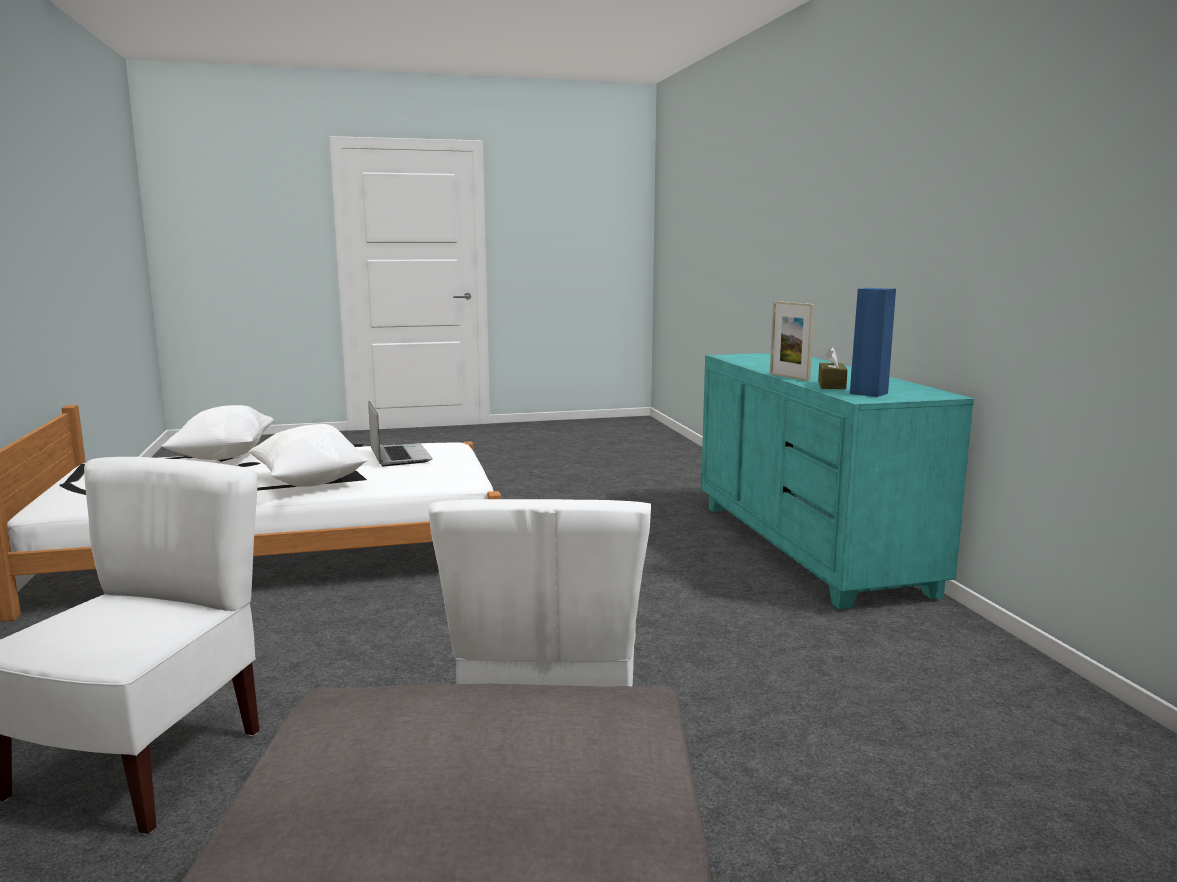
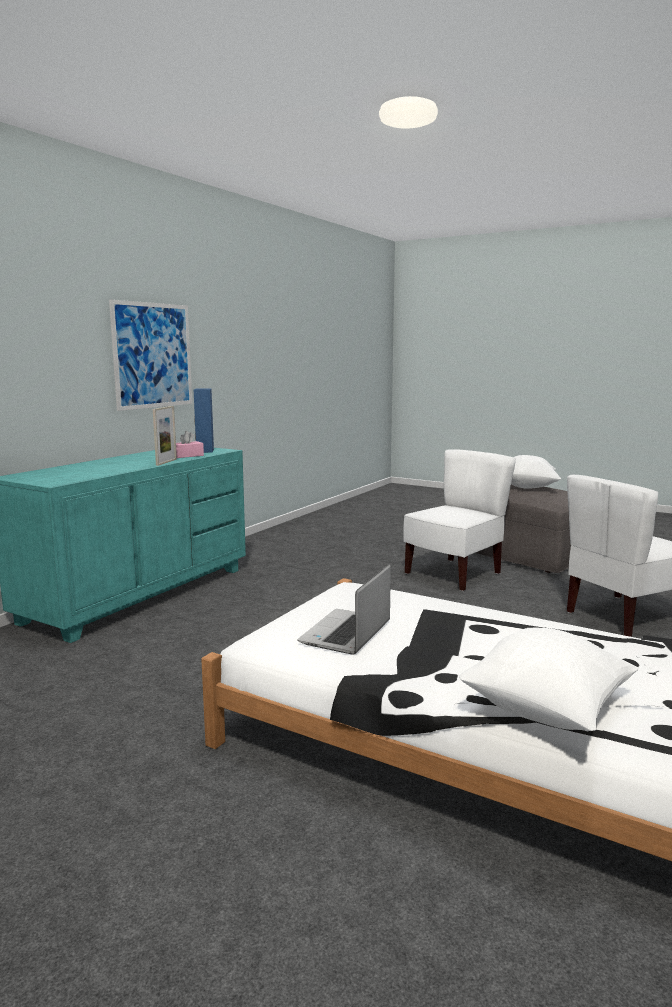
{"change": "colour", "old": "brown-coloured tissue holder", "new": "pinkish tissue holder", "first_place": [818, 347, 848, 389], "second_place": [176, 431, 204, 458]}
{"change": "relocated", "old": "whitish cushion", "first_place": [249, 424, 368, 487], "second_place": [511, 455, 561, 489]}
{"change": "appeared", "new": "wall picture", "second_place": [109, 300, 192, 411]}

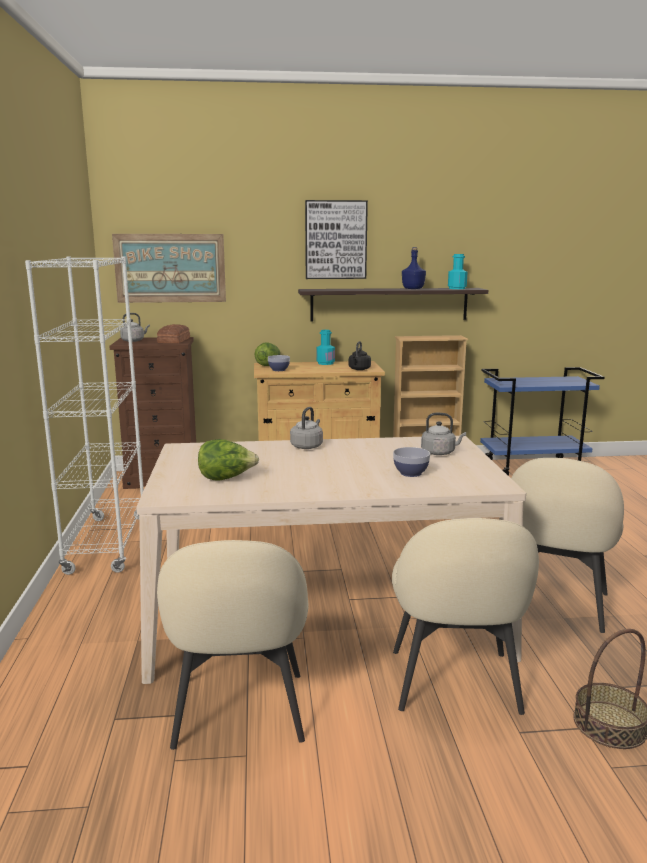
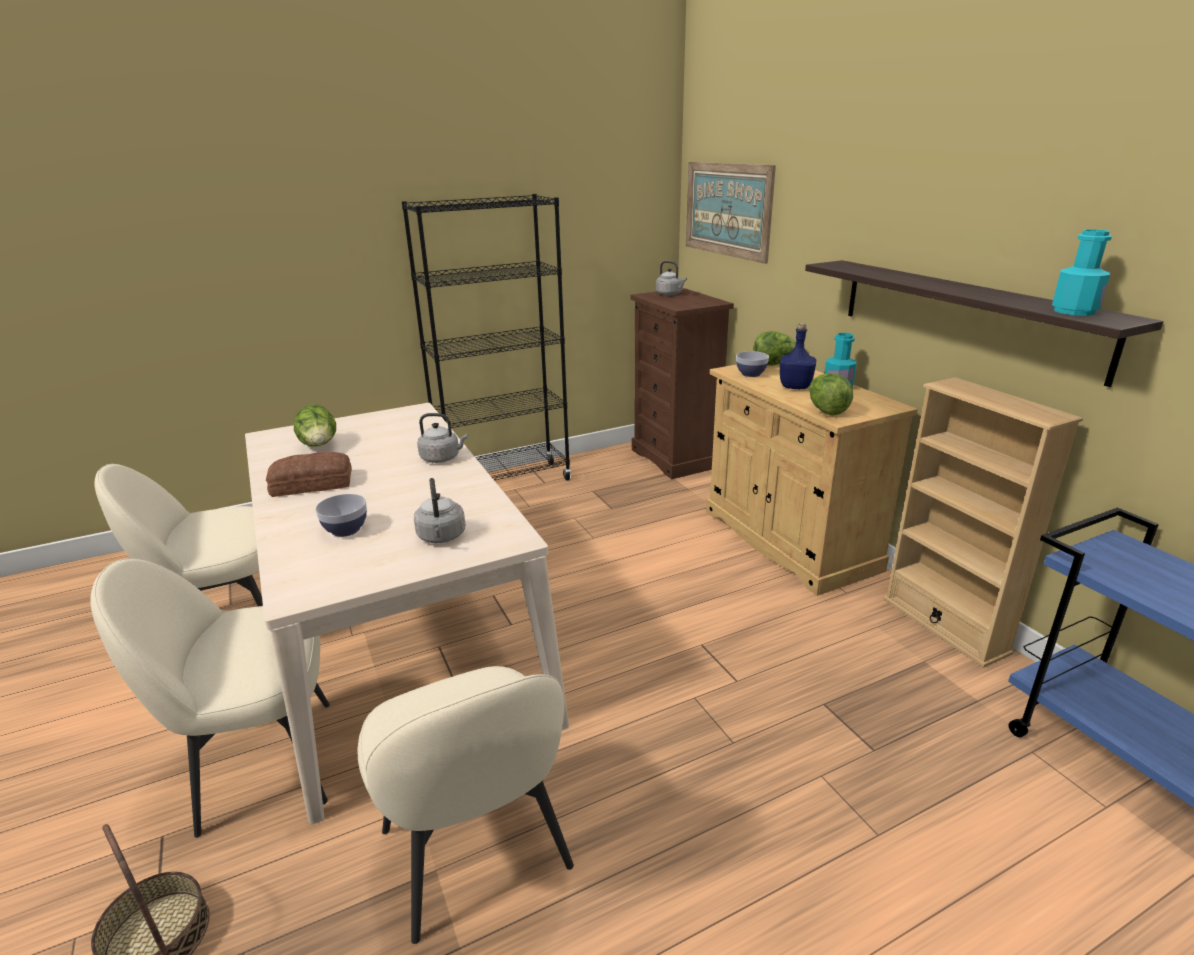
{"change": "missing", "old": "wall picture", "first_place": [305, 200, 368, 279]}
{"change": "relocated", "old": "blue drink bottle", "first_place": [402, 247, 426, 289], "second_place": [780, 323, 816, 389]}
{"change": "colour", "old": "whitish bookcase", "new": "black bookcase", "first_place": [25, 256, 144, 575], "second_place": [402, 194, 571, 481]}
{"change": "relocated", "old": "baked bread", "first_place": [157, 324, 190, 343], "second_place": [266, 452, 352, 497]}
{"change": "exchanged", "old": "black water kettle", "new": "lettuce head", "first_place": [349, 341, 371, 370], "second_place": [809, 373, 853, 415]}
{"change": "spun", "old": "sand-coloured plain chair", "first_place": [511, 458, 624, 633], "second_place": [358, 666, 574, 944], "degrees": -120}

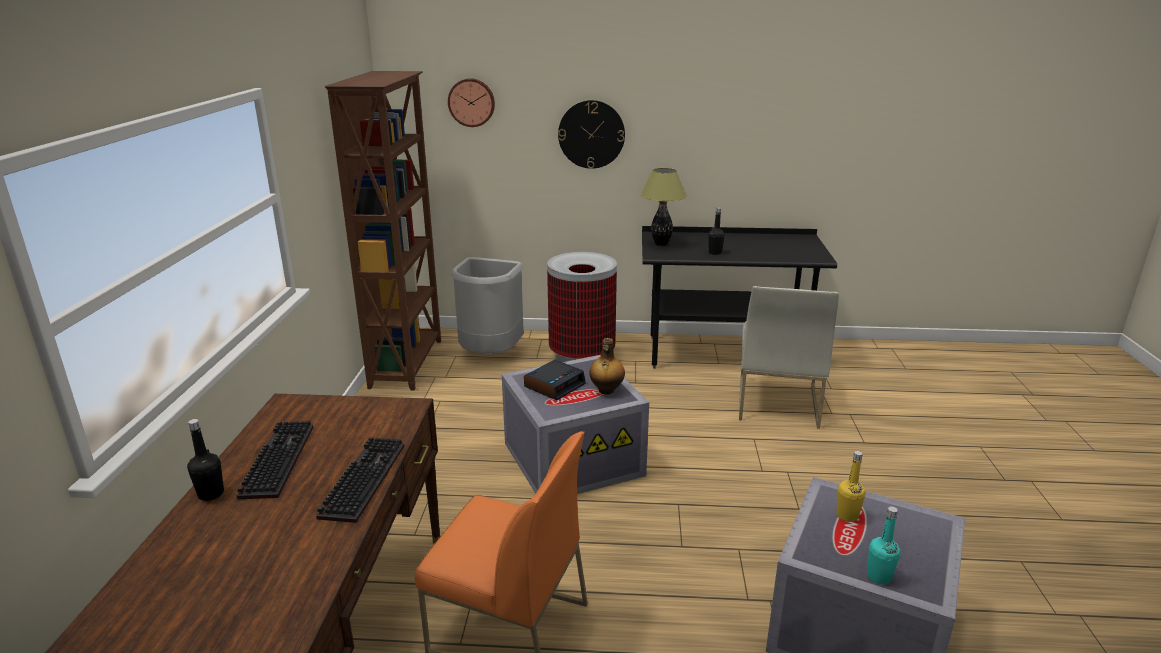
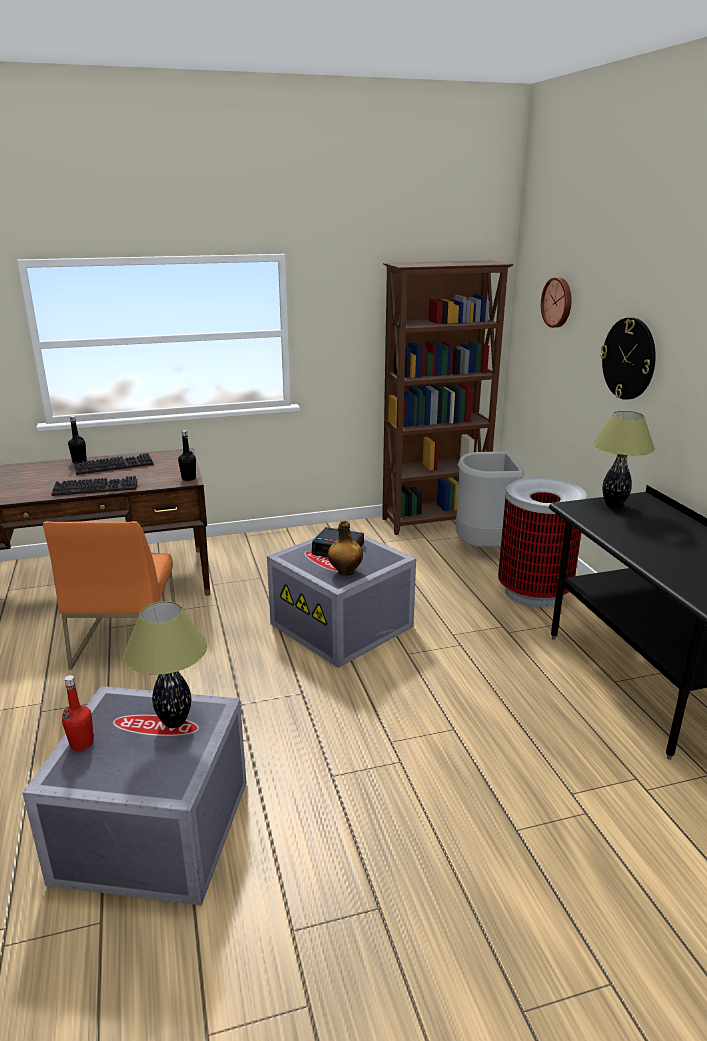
{"change": "relocated", "old": "black drink bottle", "first_place": [708, 207, 725, 255], "second_place": [178, 430, 196, 481]}
{"change": "missing", "old": "whitish plain chair", "first_place": [739, 286, 839, 429]}
{"change": "exchanged", "old": "yellowish drink bottle", "new": "lamp for a table", "first_place": [836, 451, 866, 522], "second_place": [123, 601, 207, 728]}
{"change": "colour", "old": "turquoise-coloured drink bottle", "new": "red drink bottle", "first_place": [867, 506, 901, 584], "second_place": [62, 675, 94, 751]}

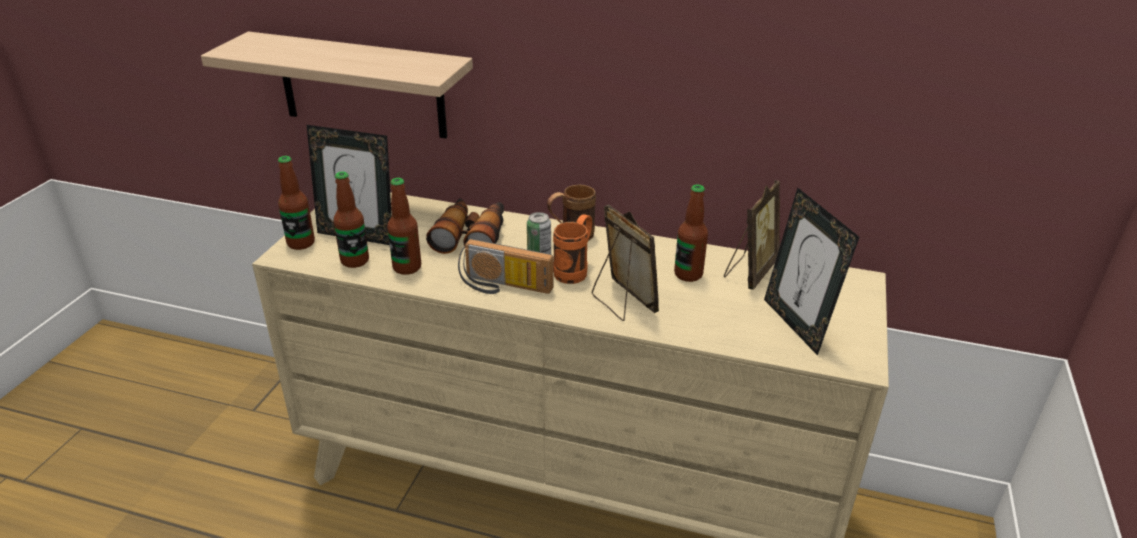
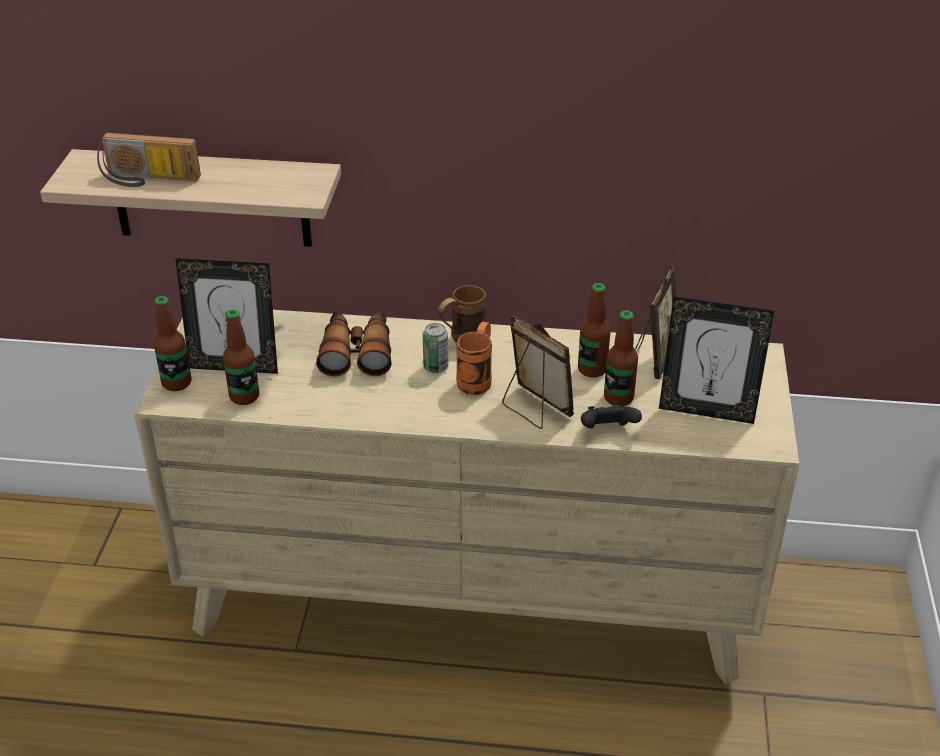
{"change": "relocated", "old": "drink bottle", "first_place": [387, 178, 421, 275], "second_place": [604, 310, 638, 406]}
{"change": "spun", "old": "standing frame", "first_place": [764, 188, 859, 356], "second_place": [659, 297, 774, 424], "degrees": -45}
{"change": "relocated", "old": "radio receiver", "first_place": [458, 239, 553, 294], "second_place": [97, 132, 201, 187]}
{"change": "appeared", "new": "black joypad", "second_place": [581, 402, 642, 428]}

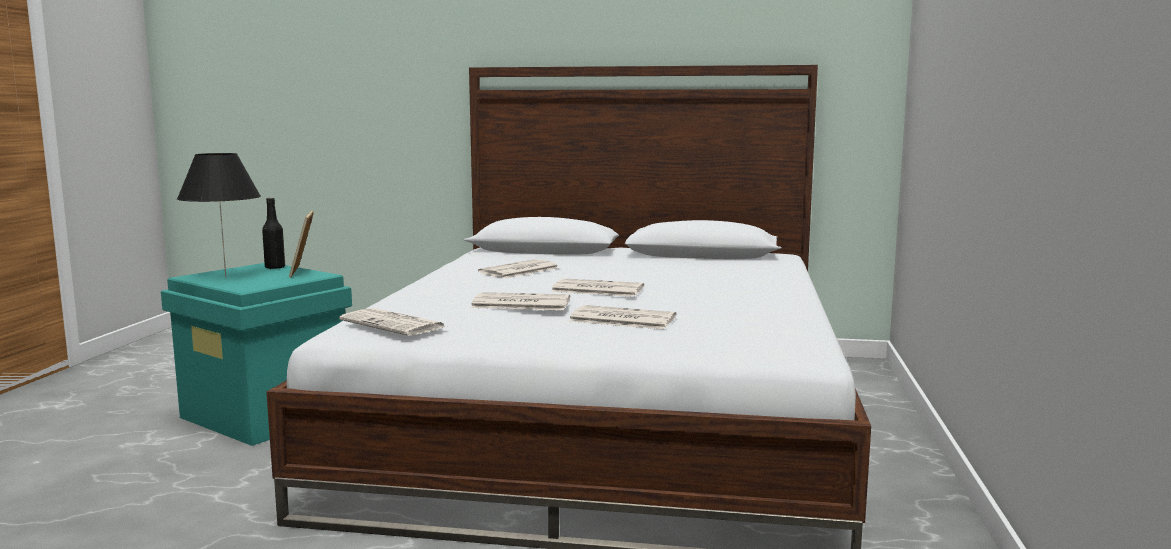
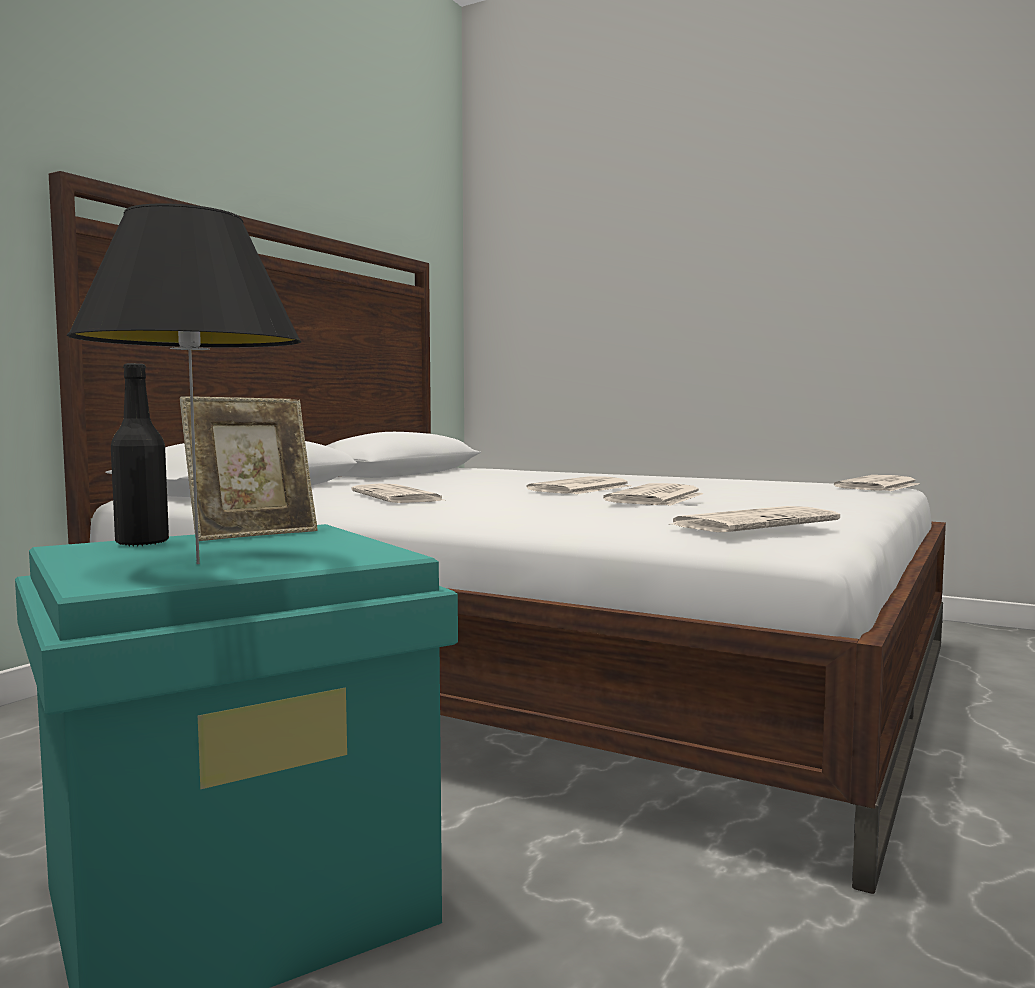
{"change": "spun", "old": "standing frame", "first_place": [289, 210, 314, 277], "second_place": [180, 396, 318, 541], "degrees": -45}
{"change": "relocated", "old": "printed paper", "first_place": [569, 305, 676, 329], "second_place": [834, 475, 919, 491]}

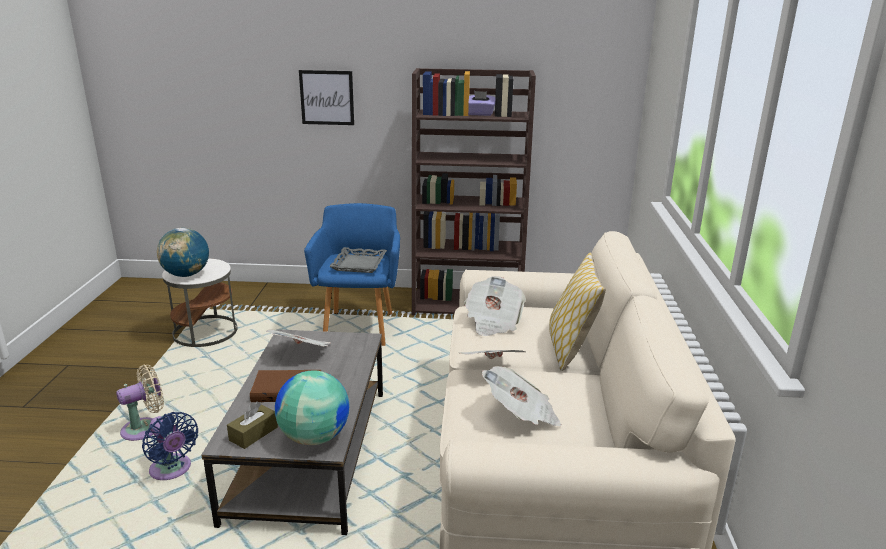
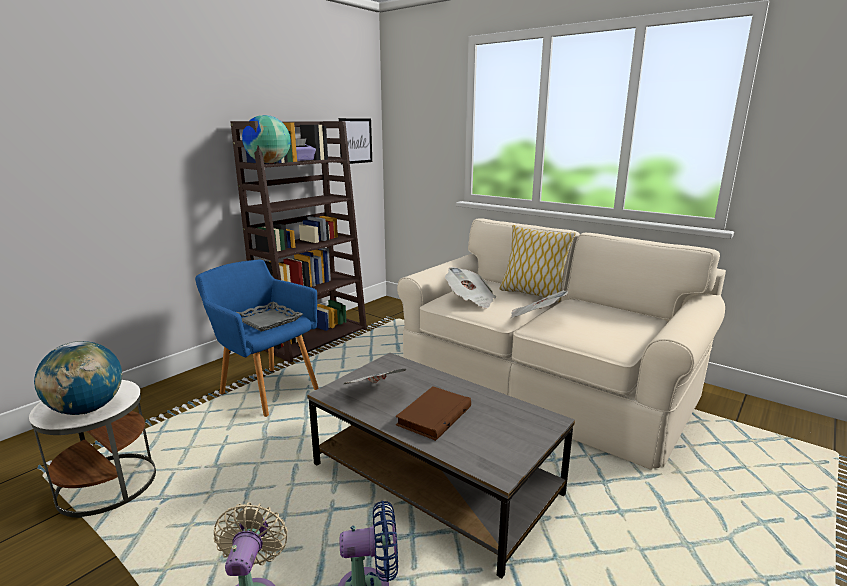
{"change": "relocated", "old": "wall picture", "first_place": [299, 70, 354, 125], "second_place": [339, 118, 372, 164]}
{"change": "missing", "old": "printed paper", "first_place": [482, 366, 562, 426]}
{"change": "relocated", "old": "world globe", "first_place": [275, 370, 349, 445], "second_place": [242, 115, 291, 163]}
{"change": "missing", "old": "brown-coloured tissue holder", "first_place": [227, 401, 278, 449]}

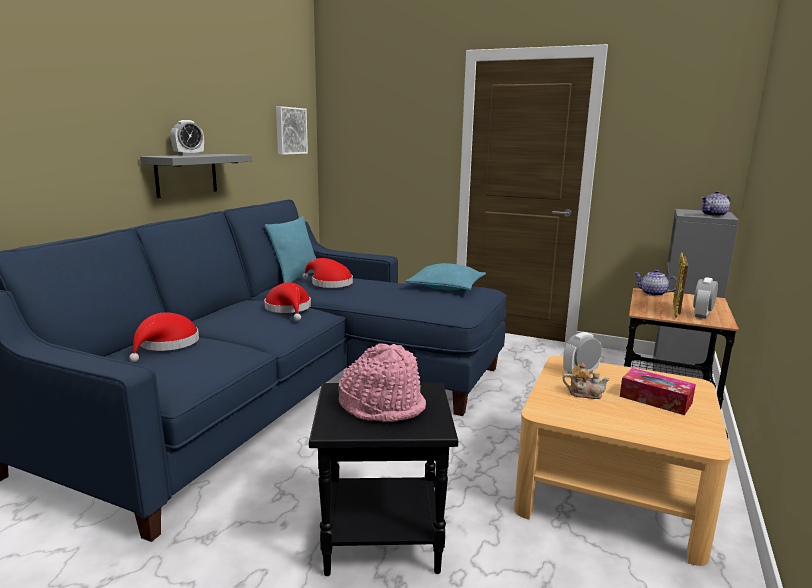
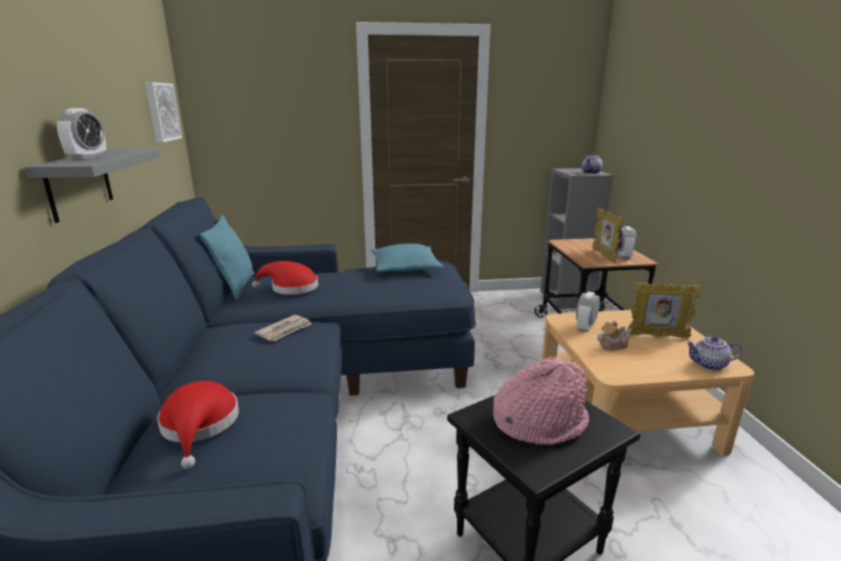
{"change": "relocated", "old": "pot for tea", "first_place": [634, 269, 677, 296], "second_place": [686, 336, 742, 371]}
{"change": "exchanged", "old": "red hat", "new": "printed paper", "first_place": [264, 282, 311, 321], "second_place": [254, 315, 311, 341]}
{"change": "exchanged", "old": "tissue holder", "new": "standing frame", "first_place": [620, 368, 696, 415], "second_place": [628, 283, 701, 338]}

